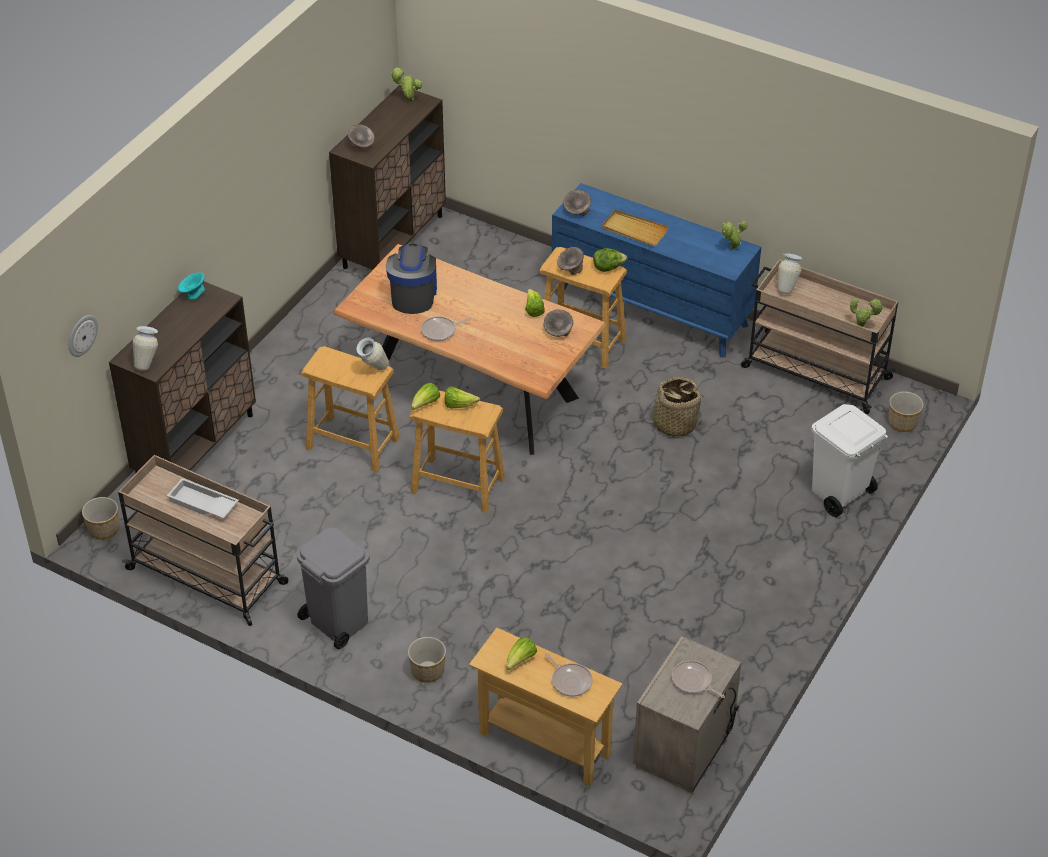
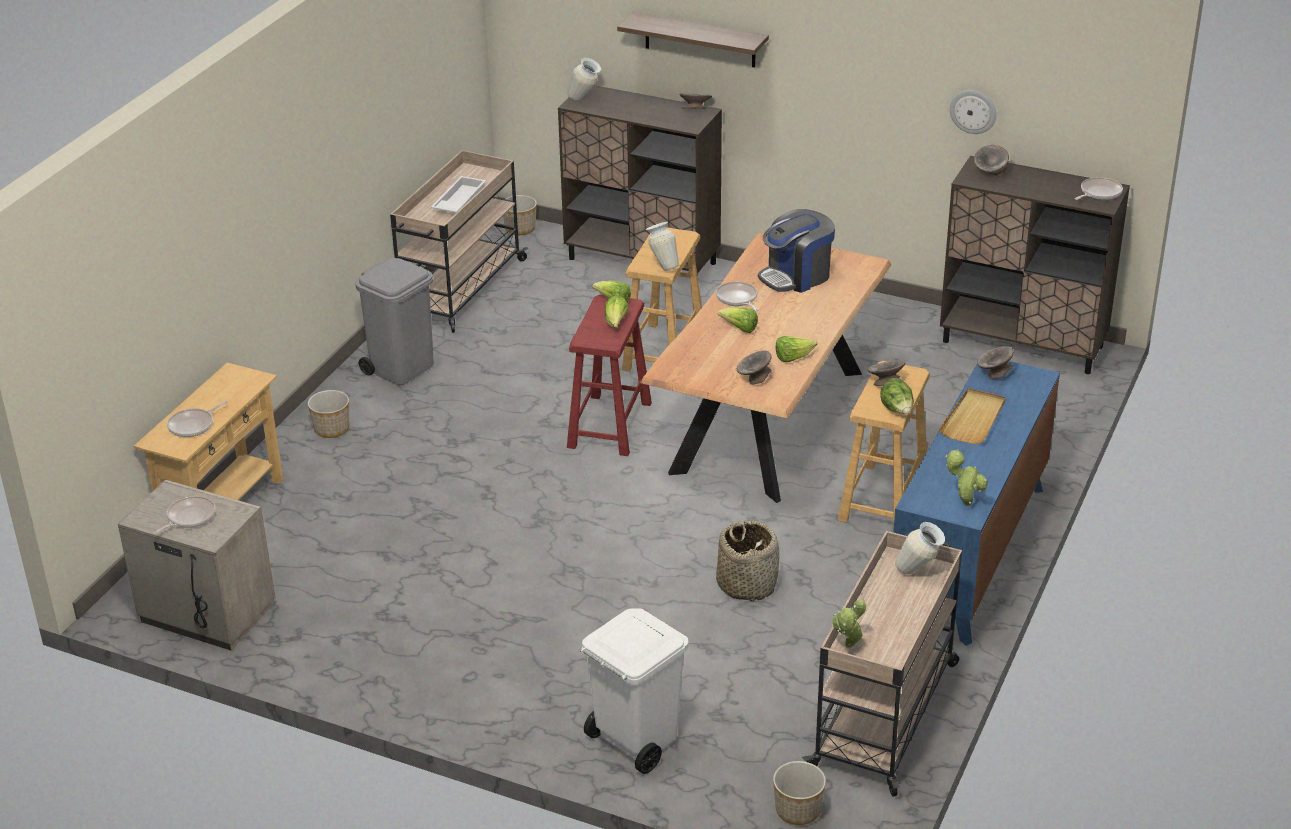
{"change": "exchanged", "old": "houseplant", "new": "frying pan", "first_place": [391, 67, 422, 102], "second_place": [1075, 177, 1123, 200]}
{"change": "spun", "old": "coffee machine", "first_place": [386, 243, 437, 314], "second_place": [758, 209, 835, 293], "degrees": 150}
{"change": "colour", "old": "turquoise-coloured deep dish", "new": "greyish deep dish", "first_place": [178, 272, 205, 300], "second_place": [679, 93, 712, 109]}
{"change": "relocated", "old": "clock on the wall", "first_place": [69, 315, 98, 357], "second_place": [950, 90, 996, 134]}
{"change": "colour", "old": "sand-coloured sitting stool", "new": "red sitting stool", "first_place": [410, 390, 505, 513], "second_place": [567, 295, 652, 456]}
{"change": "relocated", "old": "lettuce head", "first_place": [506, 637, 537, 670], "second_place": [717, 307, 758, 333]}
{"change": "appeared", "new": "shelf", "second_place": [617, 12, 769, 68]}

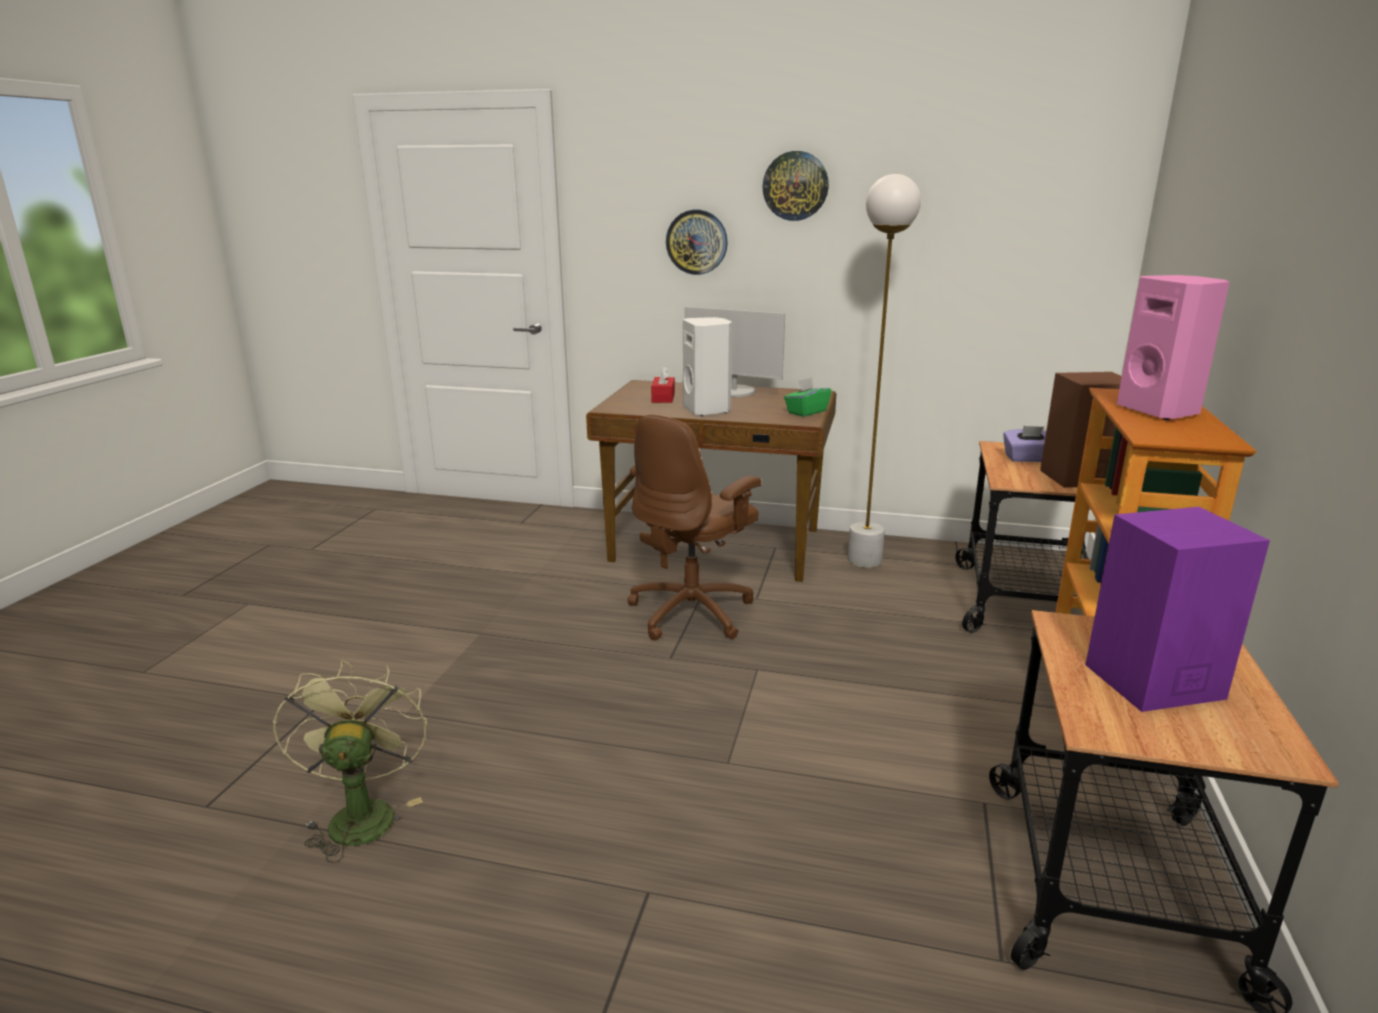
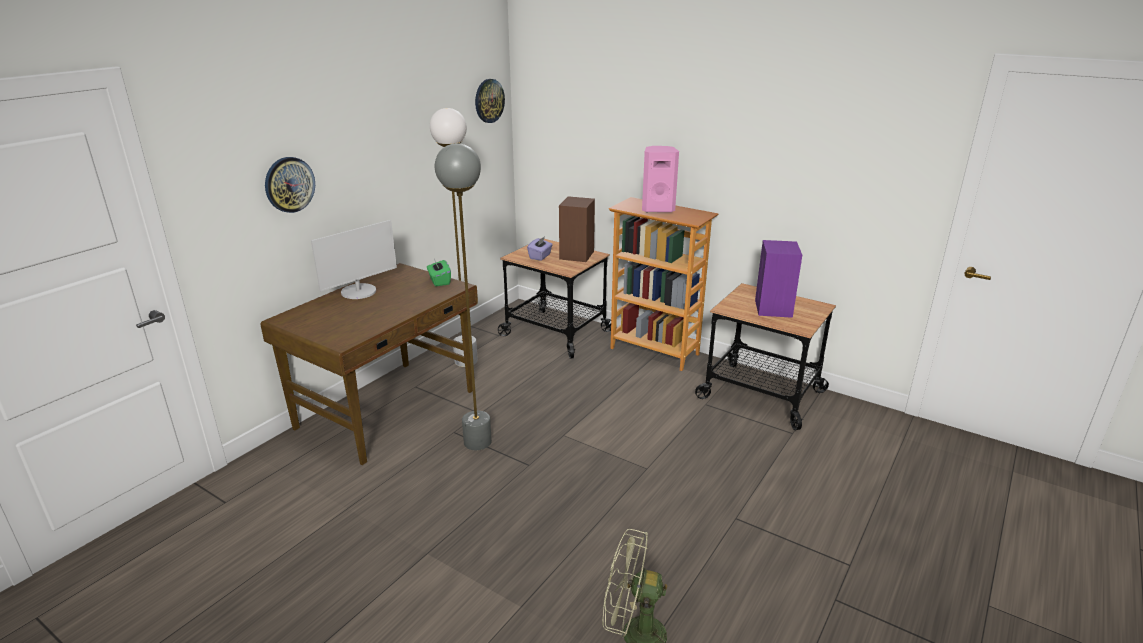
{"change": "relocated", "old": "clock on the wall", "first_place": [763, 151, 829, 221], "second_place": [475, 79, 505, 123]}
{"change": "missing", "old": "whitish speaker", "first_place": [683, 317, 732, 416]}
{"change": "missing", "old": "red tissue holder", "first_place": [651, 365, 675, 403]}
{"change": "exchanged", "old": "brown-coloured desk chair", "new": "greyish floor lamp", "first_place": [627, 415, 762, 640], "second_place": [435, 143, 492, 451]}

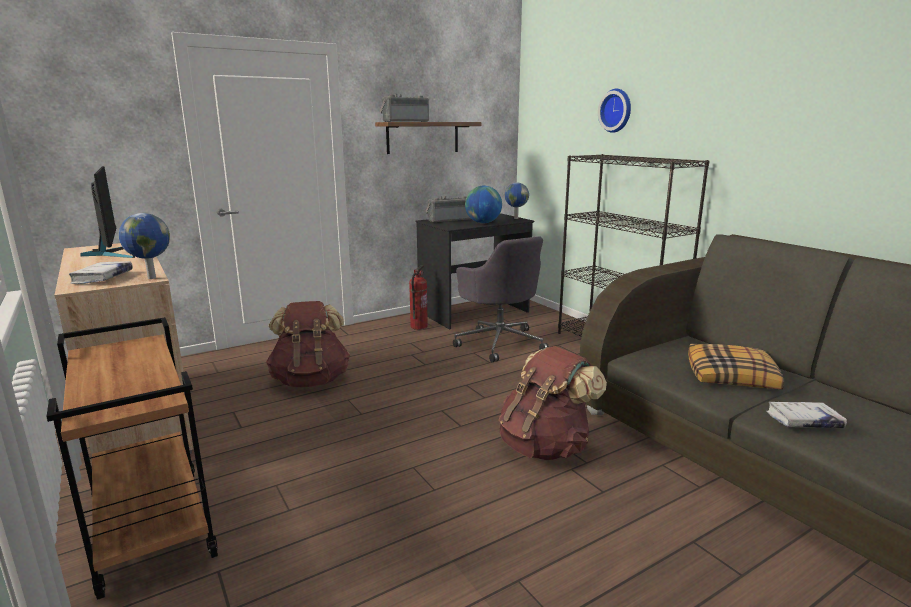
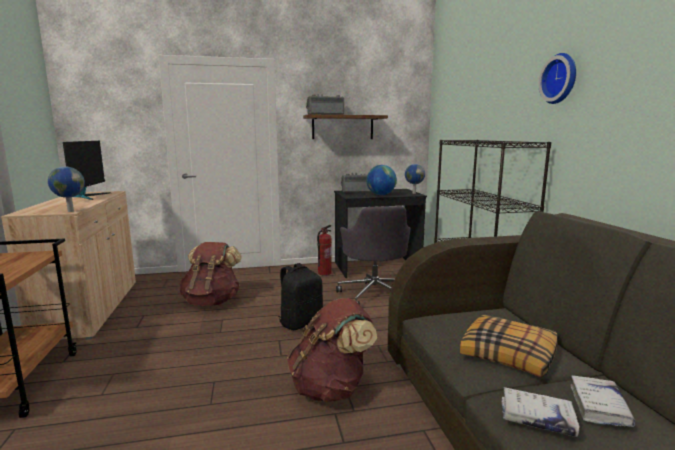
{"change": "relocated", "old": "clock on the wall", "first_place": [598, 89, 631, 133], "second_place": [538, 53, 576, 104]}
{"change": "relocated", "old": "whitish bound book", "first_place": [69, 261, 133, 284], "second_place": [570, 375, 635, 427]}
{"change": "appeared", "new": "black rucksack", "second_place": [278, 263, 323, 330]}

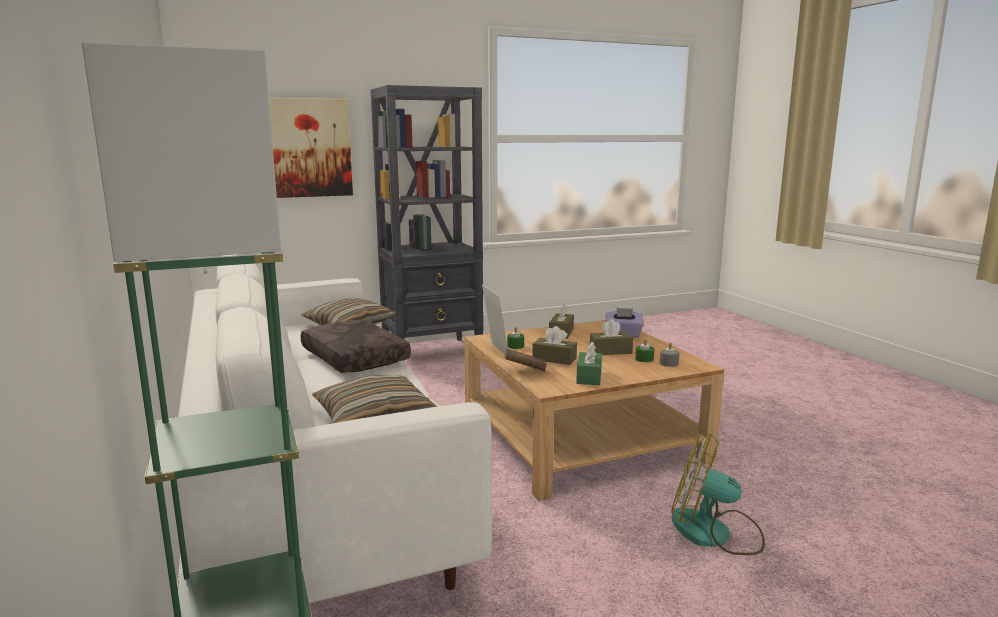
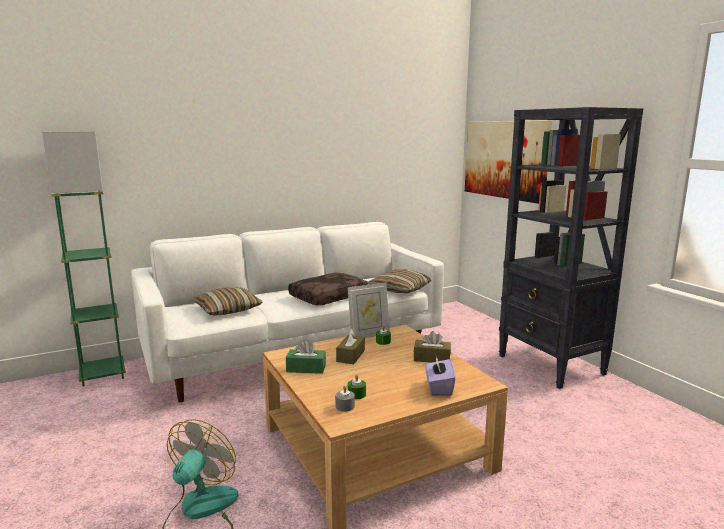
{"change": "missing", "old": "brown-coloured tissue holder", "first_place": [590, 319, 633, 355]}
{"change": "missing", "old": "brown-coloured bound book", "first_place": [504, 349, 547, 371]}

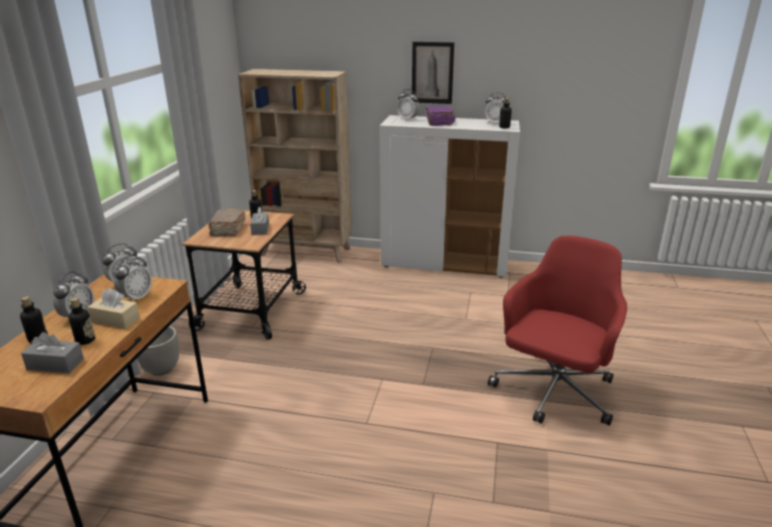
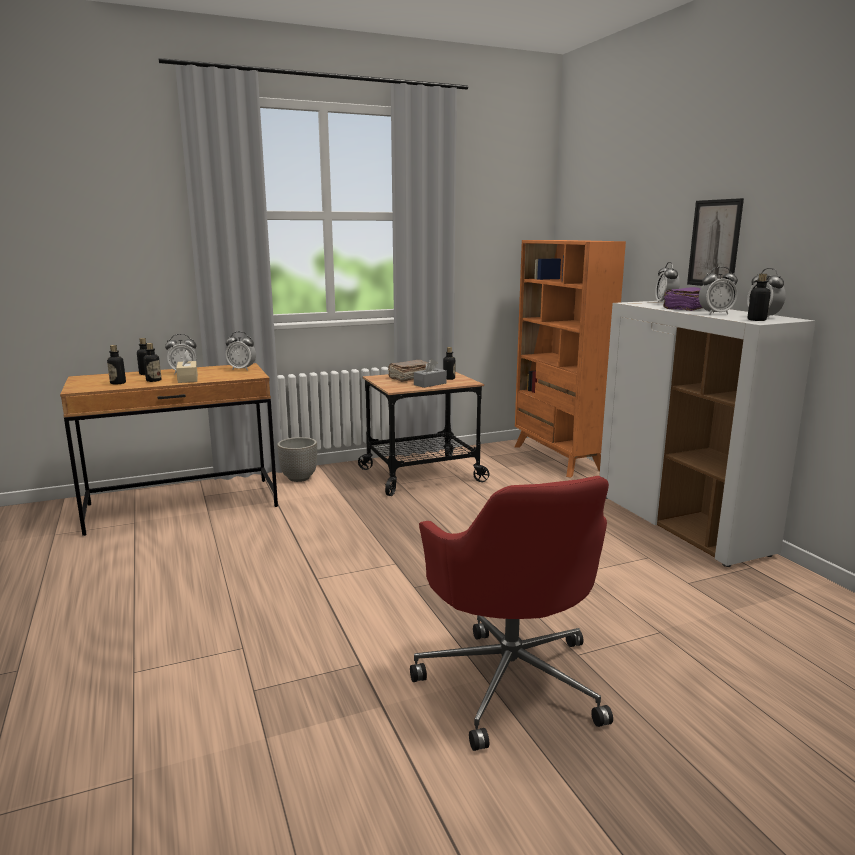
{"change": "colour", "old": "sand-coloured bookcase", "new": "orange-coloured bookcase", "first_place": [238, 69, 352, 263], "second_place": [515, 240, 626, 477]}
{"change": "spun", "old": "red desk chair", "first_place": [488, 236, 627, 426], "second_place": [410, 476, 613, 751], "degrees": 75}
{"change": "relocated", "old": "table clock", "first_place": [114, 255, 152, 302], "second_place": [699, 266, 738, 315]}
{"change": "exchanged", "old": "greyish tissue holder", "new": "drink bottle", "first_place": [21, 332, 84, 373], "second_place": [107, 345, 126, 385]}

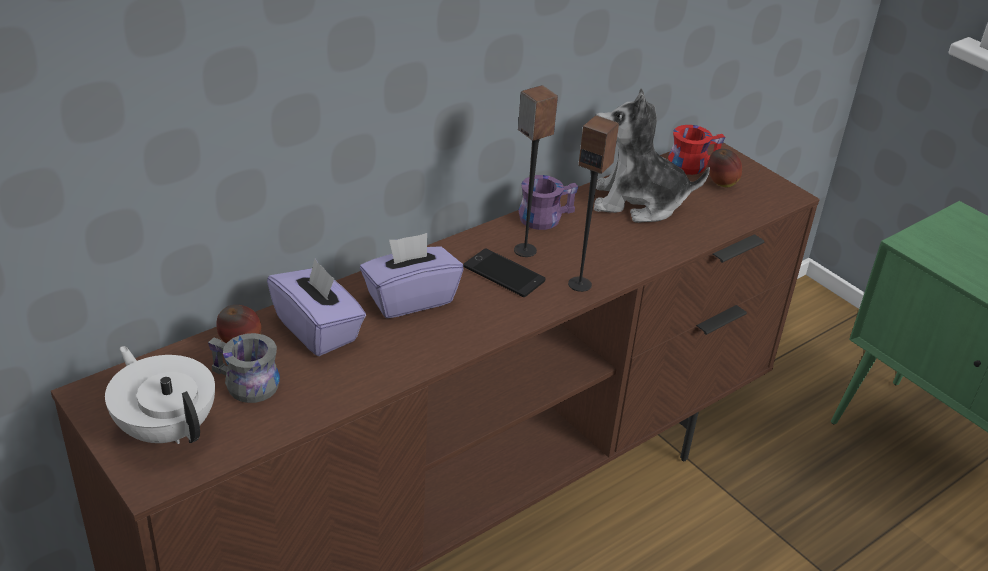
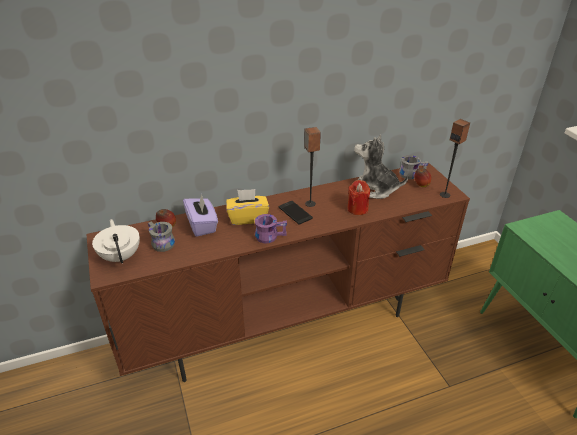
{"change": "relocated", "old": "speaker", "first_place": [568, 115, 619, 292], "second_place": [440, 119, 470, 198]}
{"change": "colour", "old": "red tea mug", "new": "greyish tea mug", "first_place": [668, 125, 725, 175], "second_place": [399, 155, 428, 179]}
{"change": "relocated", "old": "purple-coloured tea mug", "first_place": [518, 175, 579, 230], "second_place": [255, 214, 287, 243]}
{"change": "colour", "old": "purple-coloured tissue holder", "new": "yellowish tissue holder", "first_place": [360, 233, 463, 318], "second_place": [226, 189, 269, 225]}
{"change": "appeared", "new": "red wax light", "second_place": [347, 180, 370, 215]}

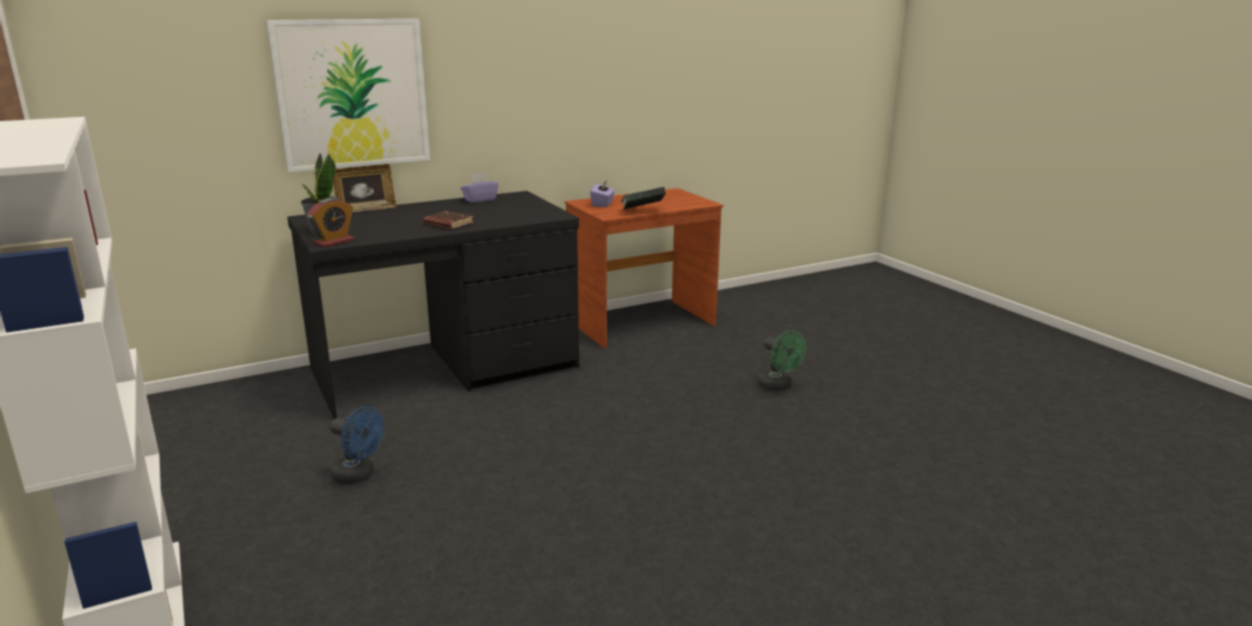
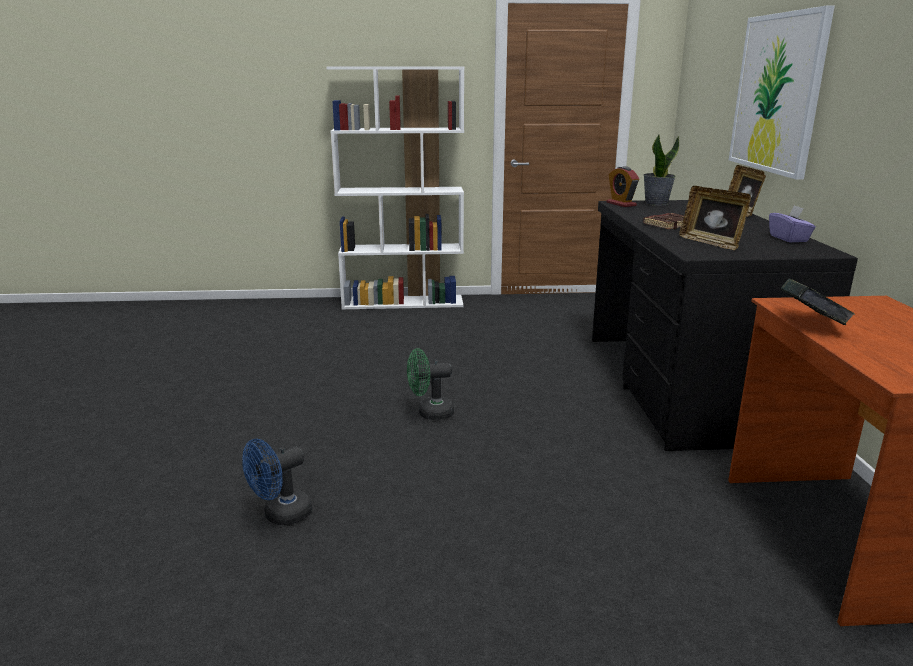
{"change": "missing", "old": "purple-coloured tissue holder", "first_place": [590, 180, 615, 207]}
{"change": "relocated", "old": "green electric fan", "first_place": [758, 330, 806, 391], "second_place": [407, 348, 454, 420]}
{"change": "relocated", "old": "blue electric fan", "first_place": [330, 406, 384, 484], "second_place": [242, 439, 312, 525]}
{"change": "appeared", "new": "standing frame", "second_place": [679, 186, 751, 250]}

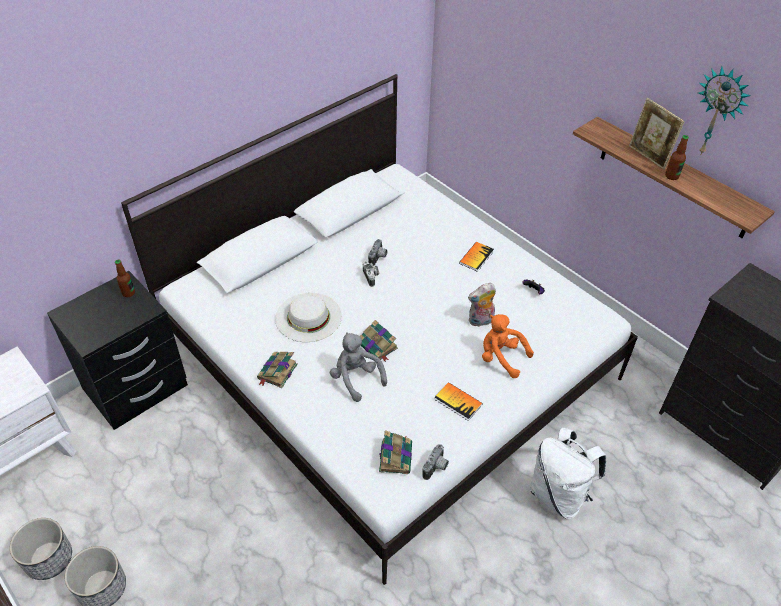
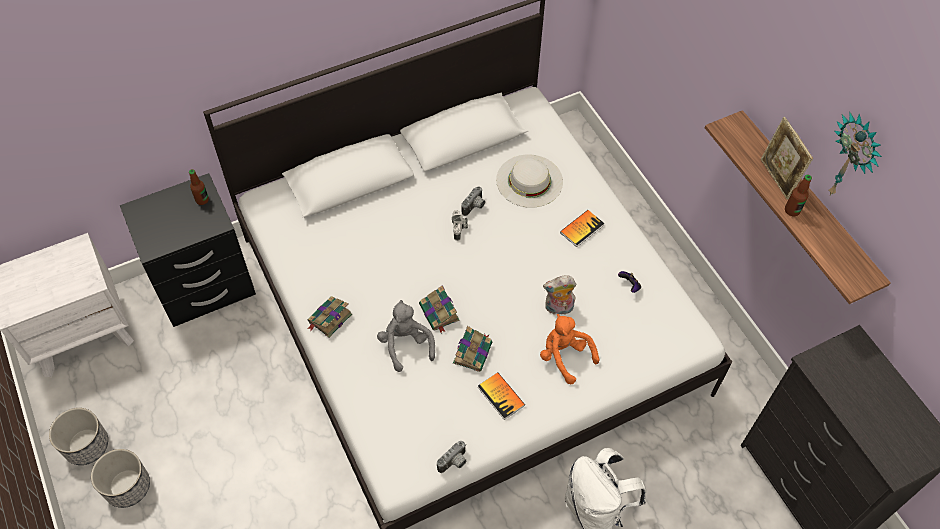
{"change": "relocated", "old": "whitish hat", "first_place": [275, 293, 342, 342], "second_place": [496, 154, 563, 208]}
{"change": "relocated", "old": "bound book", "first_place": [379, 430, 412, 474], "second_place": [453, 326, 492, 372]}

